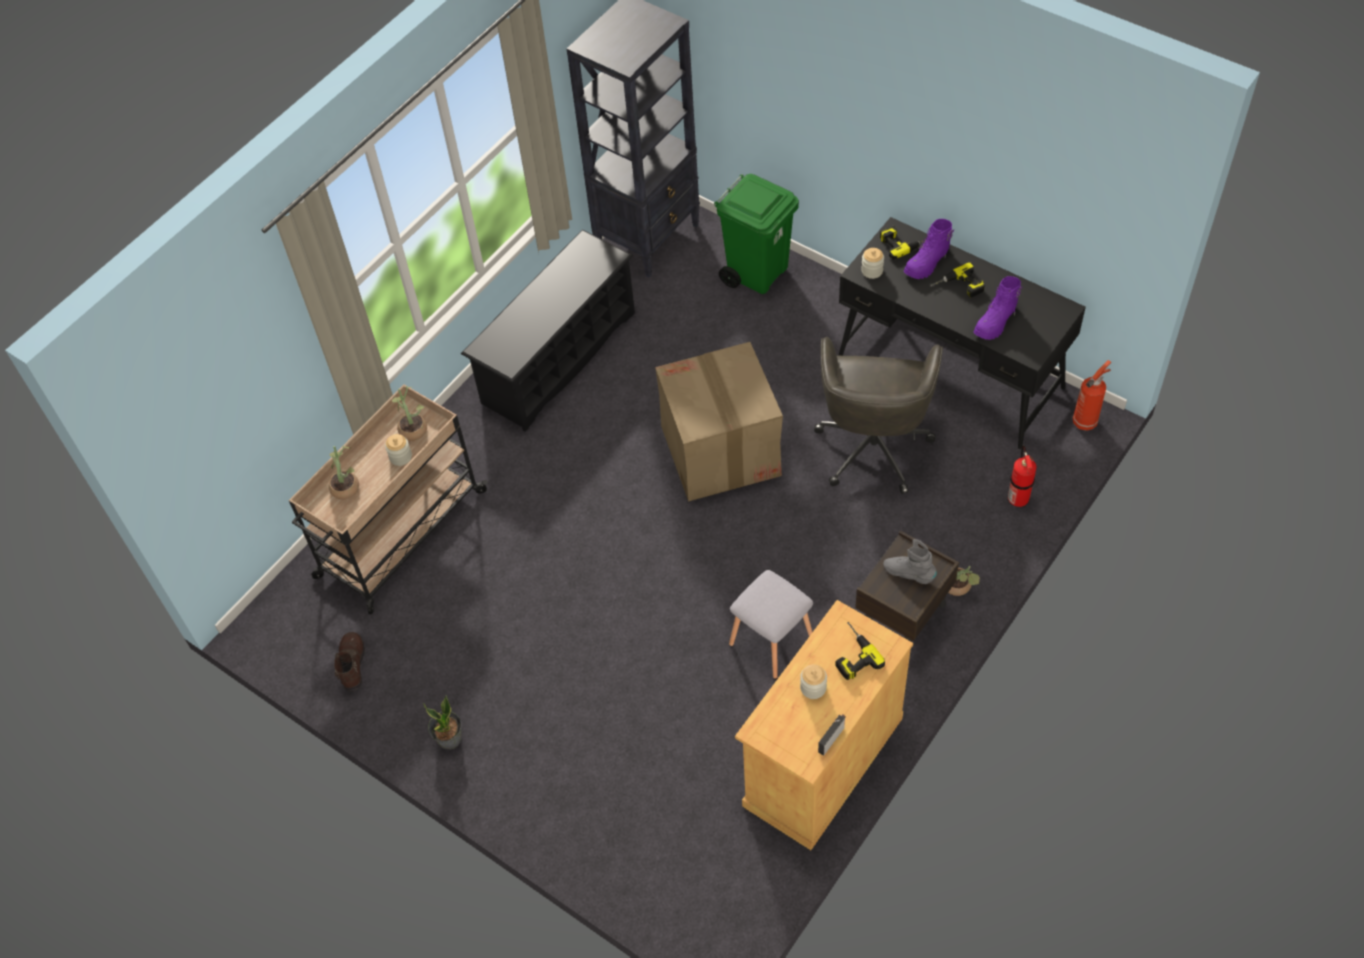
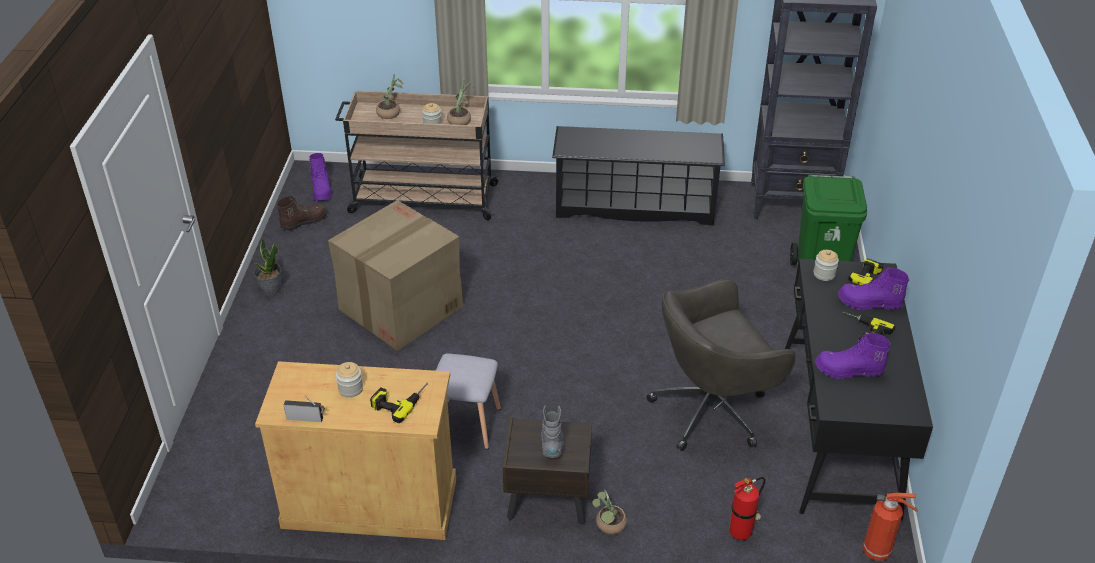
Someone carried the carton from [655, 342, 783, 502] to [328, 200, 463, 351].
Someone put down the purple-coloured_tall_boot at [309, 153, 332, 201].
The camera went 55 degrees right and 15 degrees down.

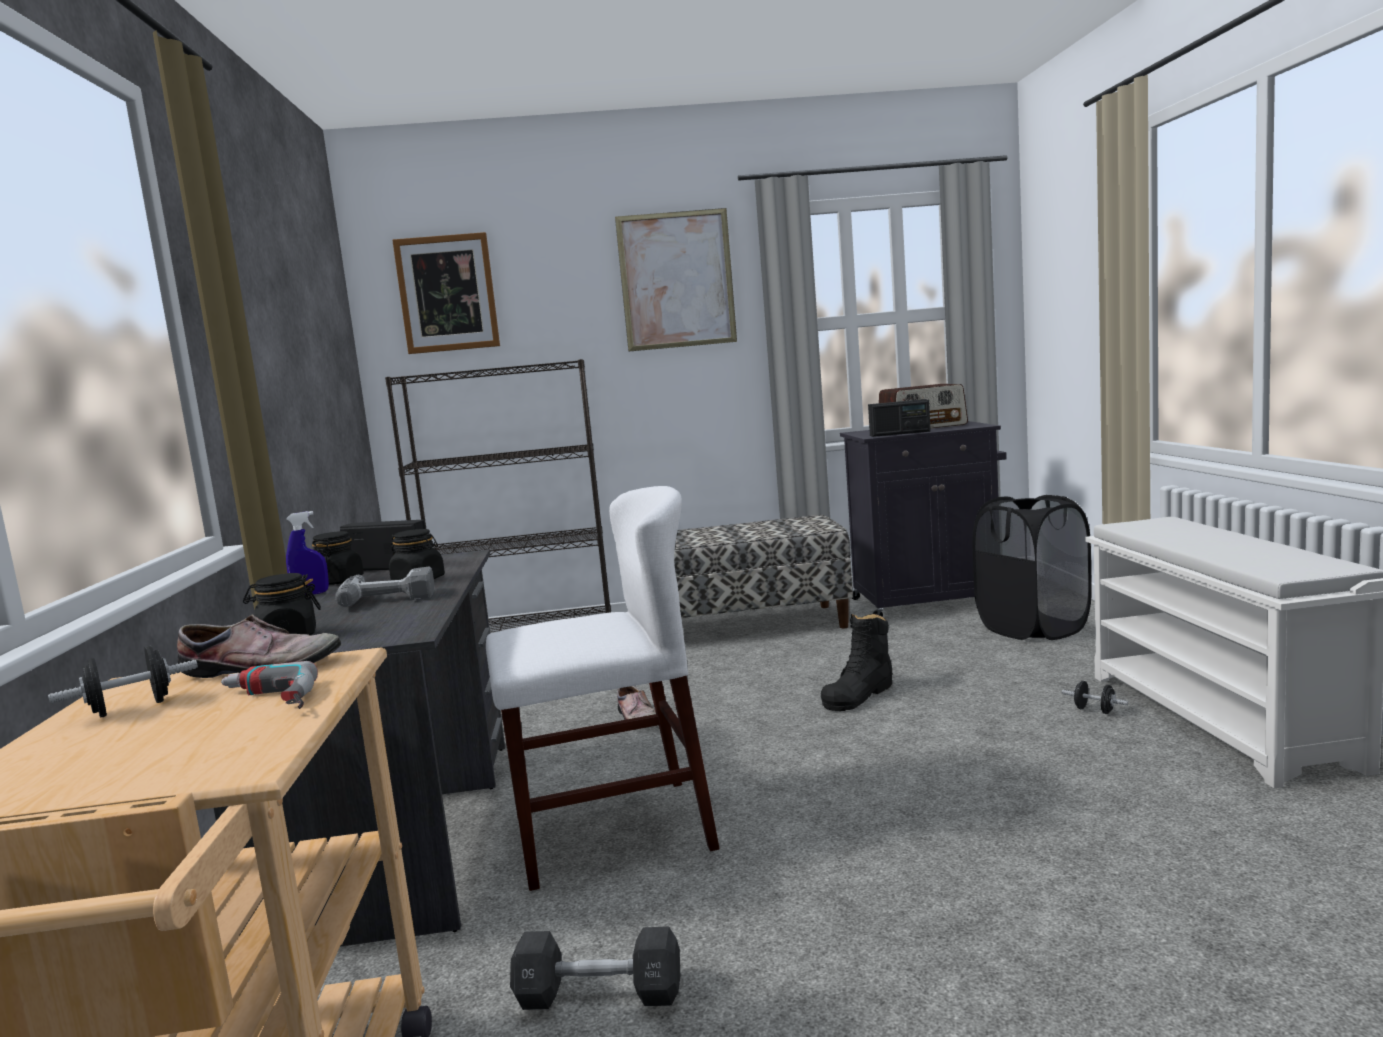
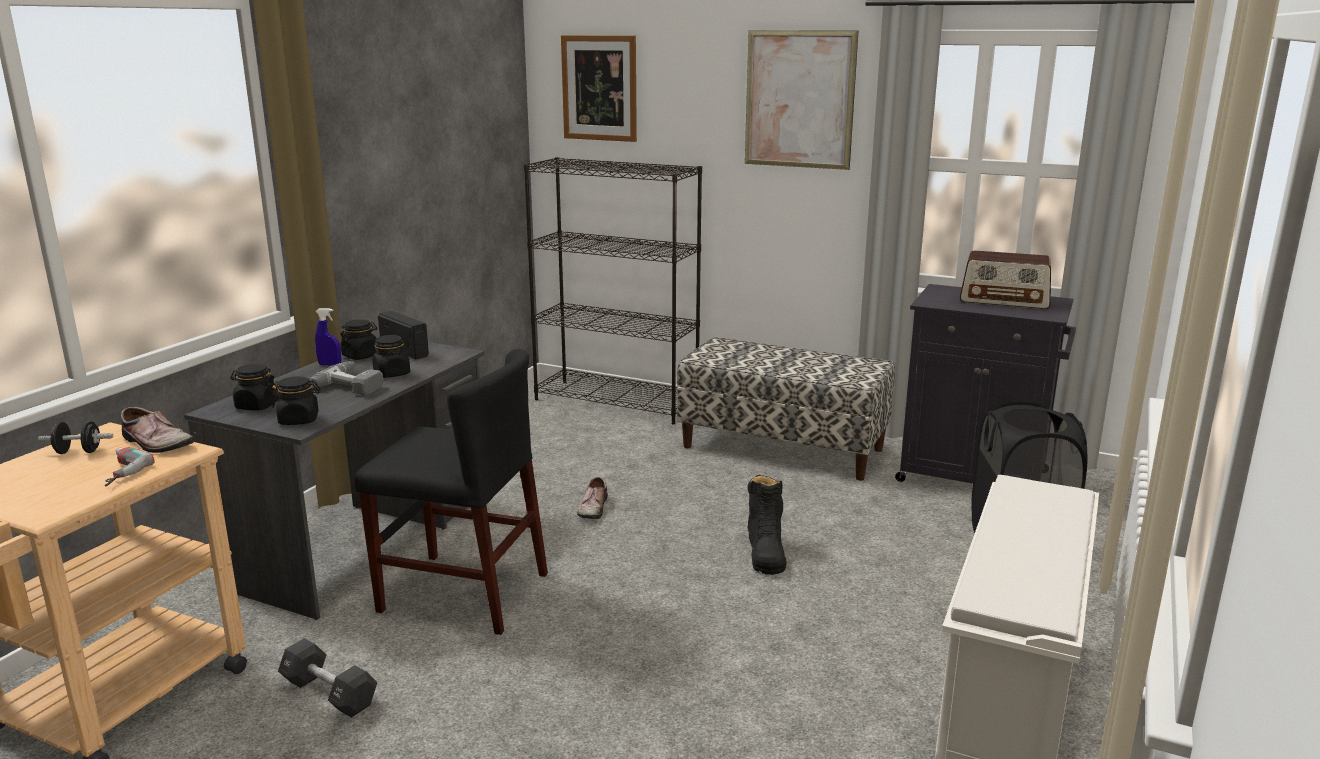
Someone took away the radio_set at [868, 399, 931, 437].
Someone repainted the whitish_chair at [486, 486, 720, 891], which became the black_chair at [354, 349, 548, 635].
Someone rotated the black_tall_boot at [821, 614, 893, 711] by 75 degrees counterclockwise.
Someone took away the black_free_weight at [1062, 681, 1128, 714].
Someone put down the black_preserve_jar at [272, 376, 321, 425].
The camera went 30 degrees right and 10 degrees up.

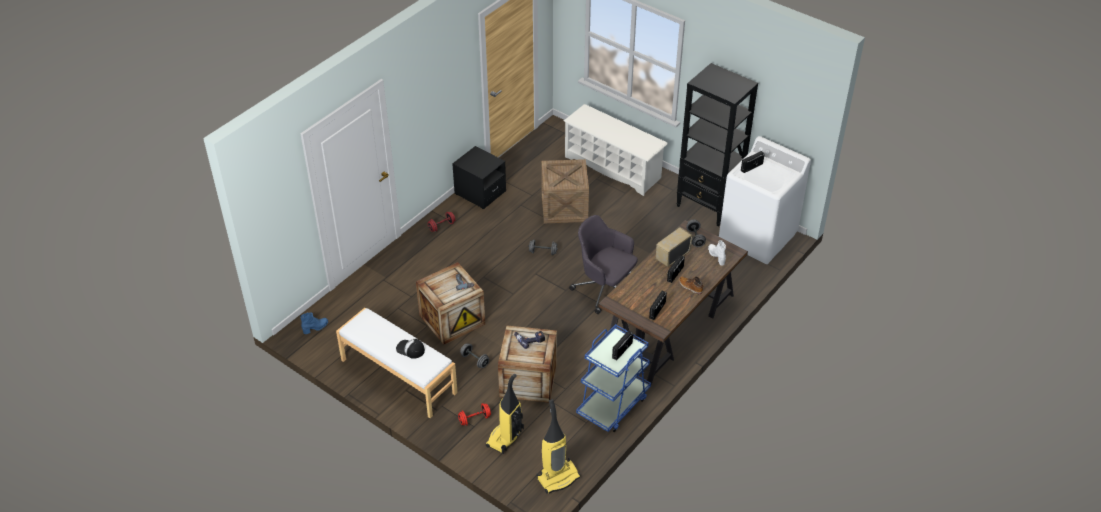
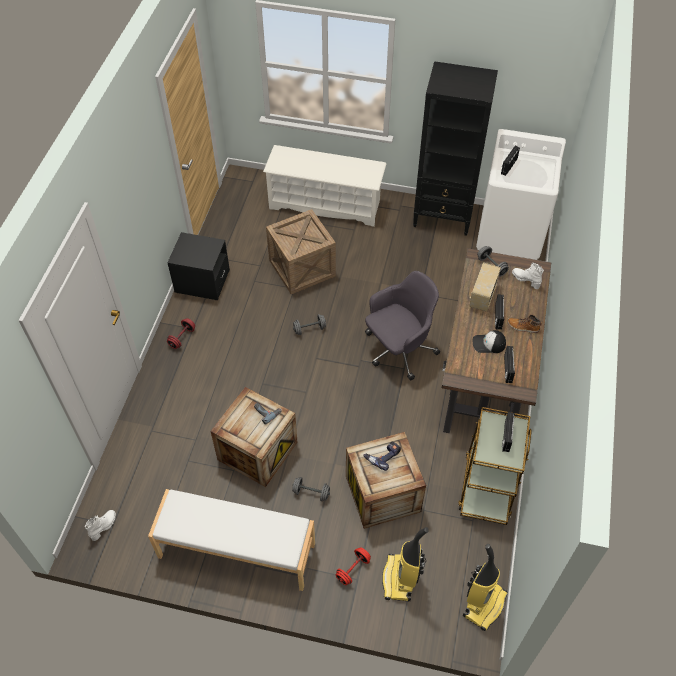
Someone rotated the grey_computer_chair at [569, 215, 638, 314] by 135 degrees clockwise.
Someone repainted the bluish_tall_boot at [300, 312, 328, 334], which became the whitish_tall_boot at [85, 510, 116, 541].
Someone repainted the bluish_cart at [576, 324, 651, 432], which became the brown_cart at [458, 407, 532, 525].
Someone carried the cap from [396, 339, 425, 359] to [473, 330, 506, 353].
The camera went 25 degrees left and 10 degrees up.

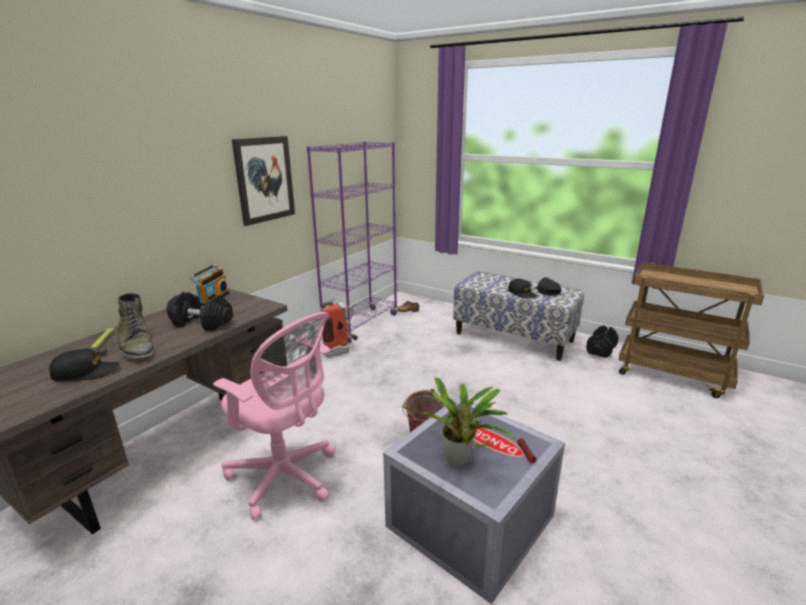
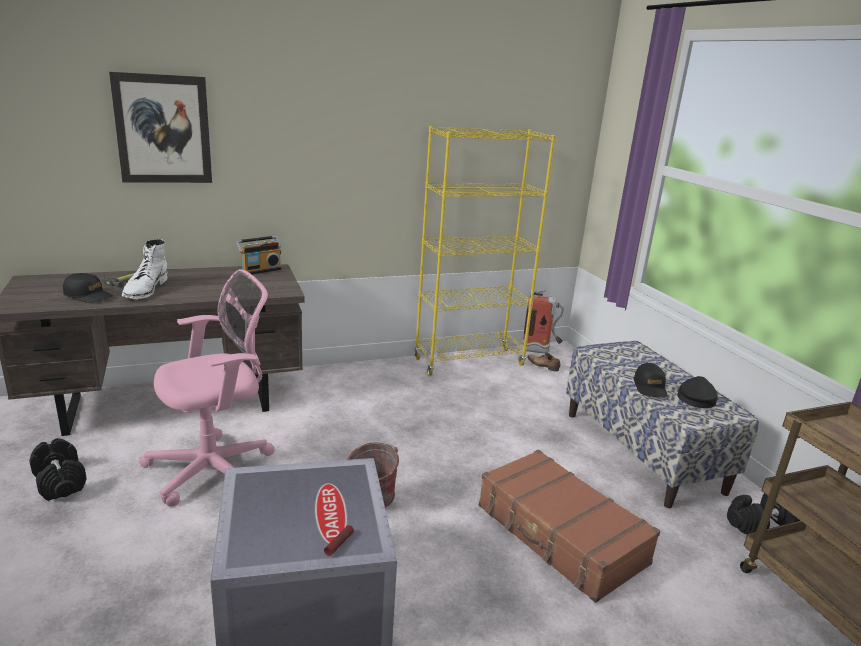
Someone carried the wall_art from [232, 136, 295, 226] to [109, 72, 212, 183].
Someone repainted the purple-coloured_shelving_unit at [307, 141, 398, 344], which became the yellowish_shelving_unit at [414, 126, 556, 376].
Someone carried the black_free_weight from [167, 292, 233, 331] to [29, 438, 87, 501].
Someone repainted the green_tall_boot at [118, 293, 155, 359], which became the whitish_tall_boot at [122, 239, 168, 299].
Someone carried the fire-fighting_cylinder from [320, 298, 358, 357] to [521, 290, 564, 354].
Someone rotated the pink_computer_chair at [213, 312, 335, 520] by 105 degrees counterclockwise.
Someone took away the houseplant at [402, 377, 515, 466].
Someone put down the brown_suitcase at [479, 450, 660, 603].
The camera went 35 degrees right and 0 degrees up.

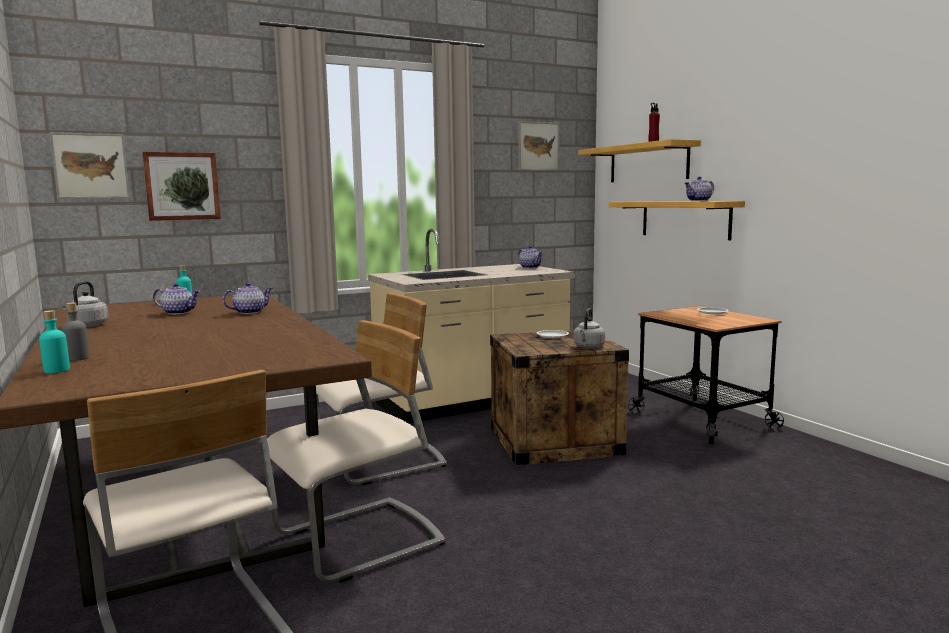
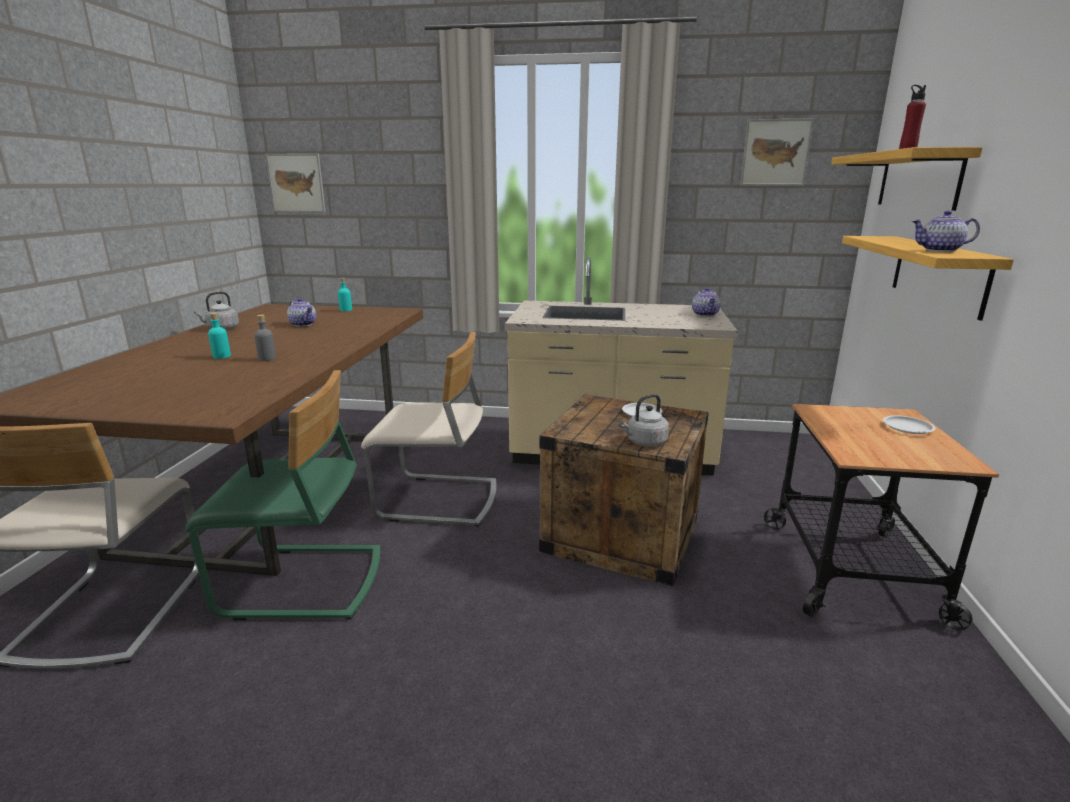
Someone took away the wall_art at [142, 152, 221, 221].
Someone took away the tea_pot at [223, 282, 273, 314].
Someone carried the grey_beverage_bottle from [62, 302, 89, 361] to [254, 315, 276, 361].
Someone carried the turquoise-coloured_beverage_bottle from [39, 310, 70, 373] to [208, 313, 231, 359].
Someone repainted the beige_chair at [267, 320, 446, 583], which became the green_chair at [185, 370, 380, 620].
The camera went 35 degrees right and 10 degrees up.

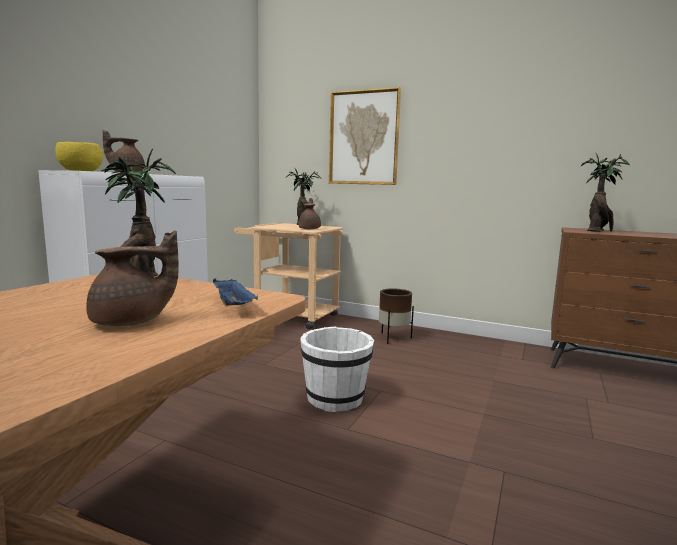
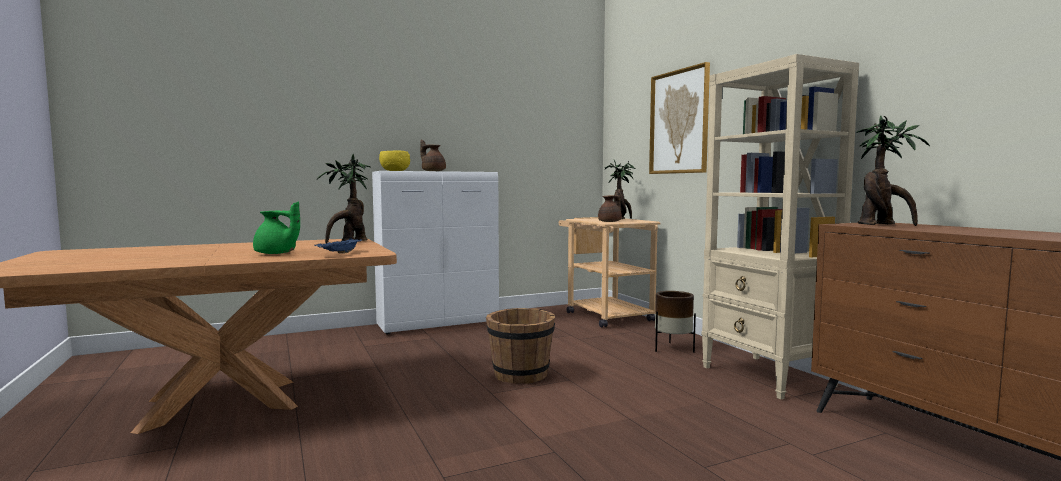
Someone repainted the brown_tea_pot at [86, 230, 178, 326], which became the green_tea_pot at [253, 202, 300, 254].
Someone repainted the whitish_water_bucket at [300, 326, 374, 412], which became the brown_water_bucket at [486, 308, 555, 384].
Someone put down the beige_shelving_unit at [701, 54, 859, 399].
The camera went 40 degrees right and 5 degrees down.

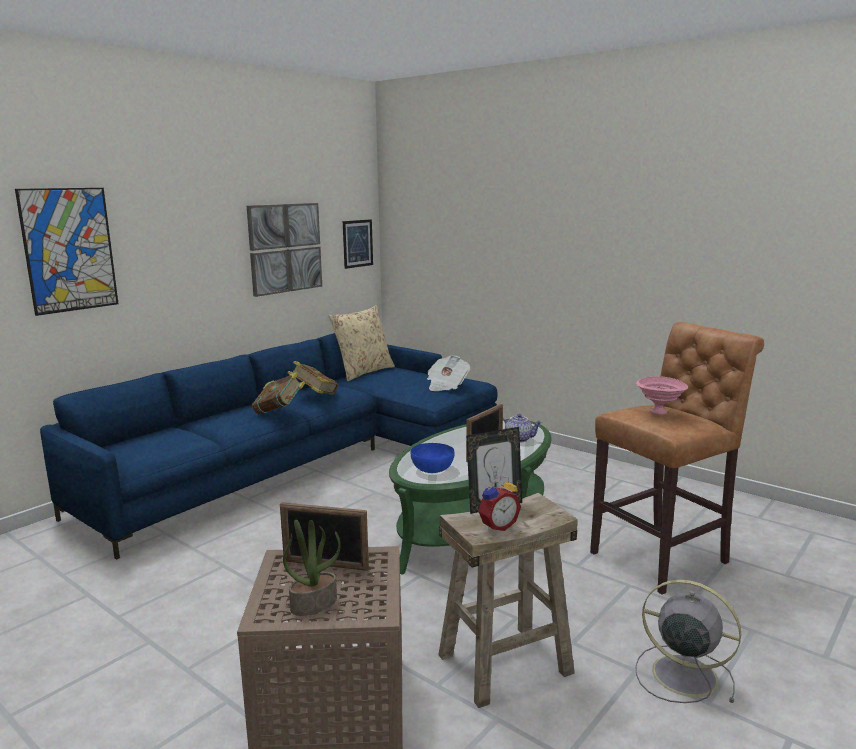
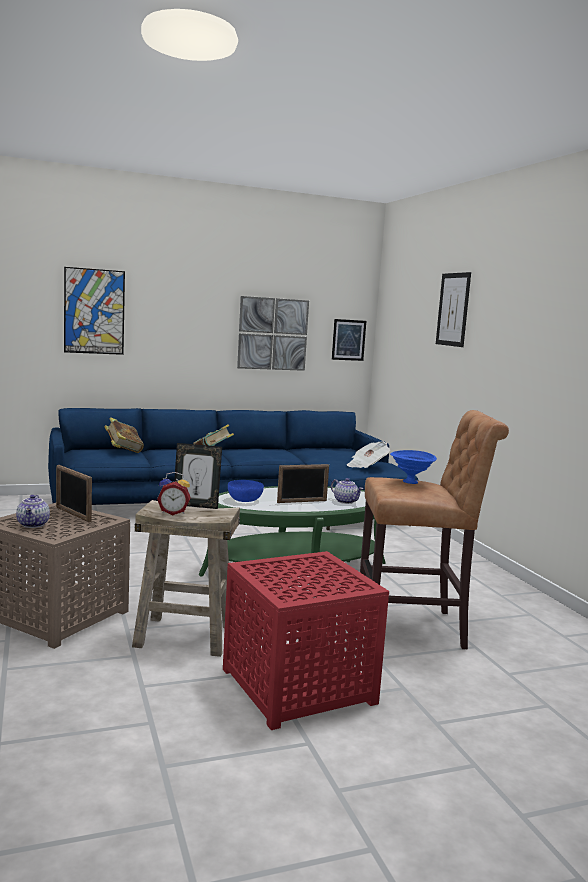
Someone took away the beige_cushion at [328, 305, 395, 381].
Someone carried the volume from [287, 361, 339, 395] to [104, 417, 144, 453].
Someone repainted the pink_serving_bowl at [636, 376, 688, 415], which became the bluish_serving_bowl at [390, 450, 437, 484].
Someone swapped the houseplant at [283, 519, 340, 616] for the tea_pot at [16, 495, 50, 528].
Someone swapped the grey_fan at [635, 579, 741, 703] for the red-coloured_end_table at [223, 551, 389, 730].
Someone put up the wall_art at [436, 272, 471, 347].
The camera went 30 degrees right and 5 degrees down.

